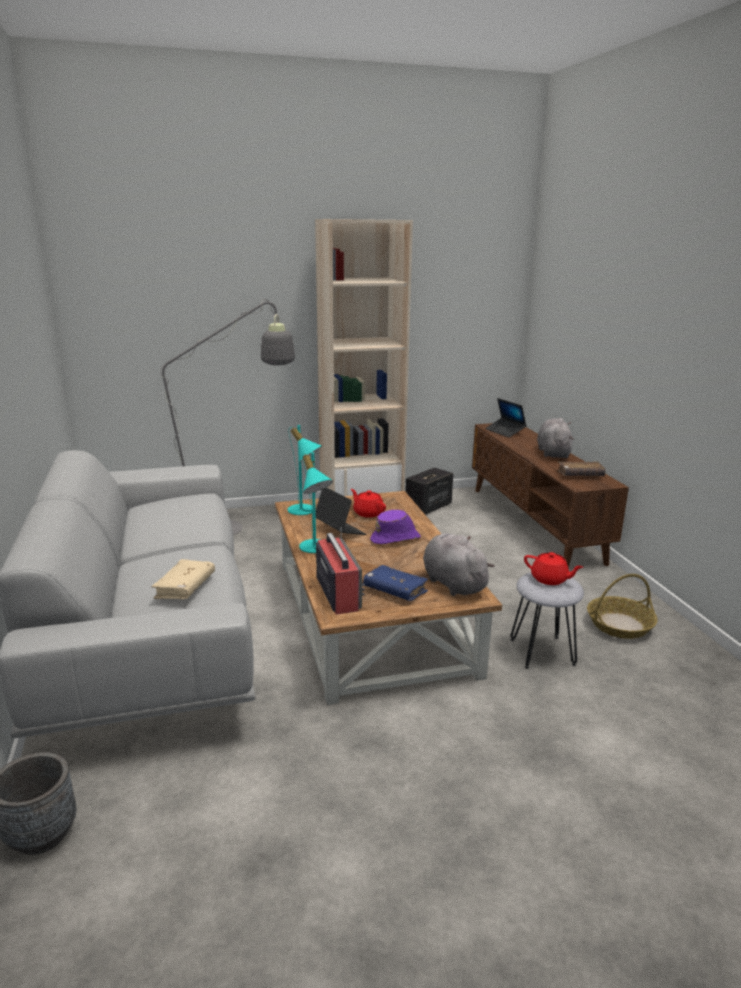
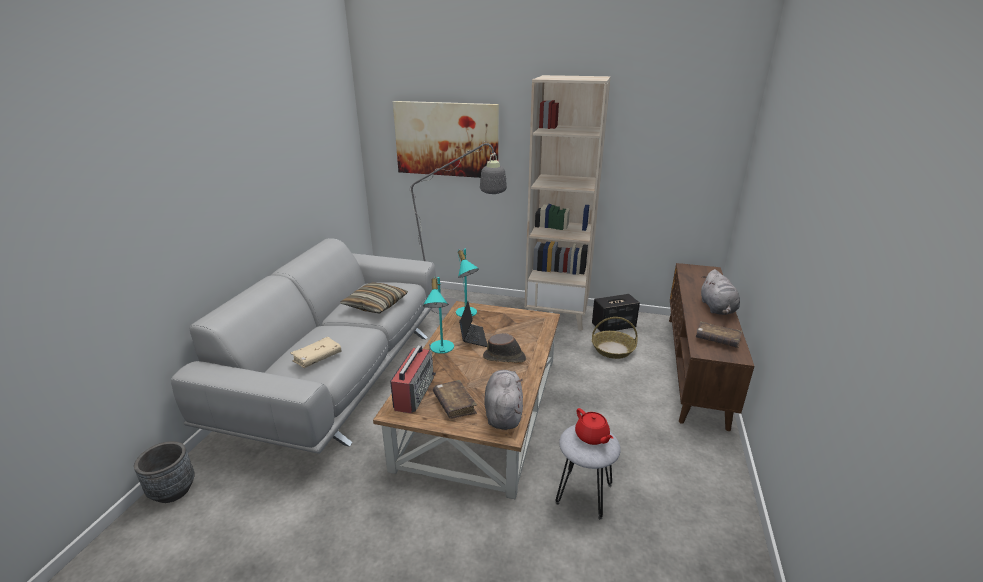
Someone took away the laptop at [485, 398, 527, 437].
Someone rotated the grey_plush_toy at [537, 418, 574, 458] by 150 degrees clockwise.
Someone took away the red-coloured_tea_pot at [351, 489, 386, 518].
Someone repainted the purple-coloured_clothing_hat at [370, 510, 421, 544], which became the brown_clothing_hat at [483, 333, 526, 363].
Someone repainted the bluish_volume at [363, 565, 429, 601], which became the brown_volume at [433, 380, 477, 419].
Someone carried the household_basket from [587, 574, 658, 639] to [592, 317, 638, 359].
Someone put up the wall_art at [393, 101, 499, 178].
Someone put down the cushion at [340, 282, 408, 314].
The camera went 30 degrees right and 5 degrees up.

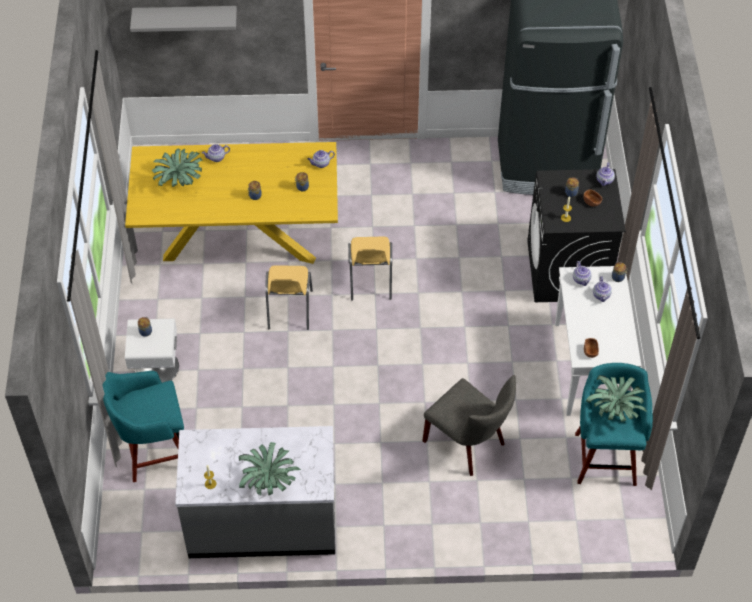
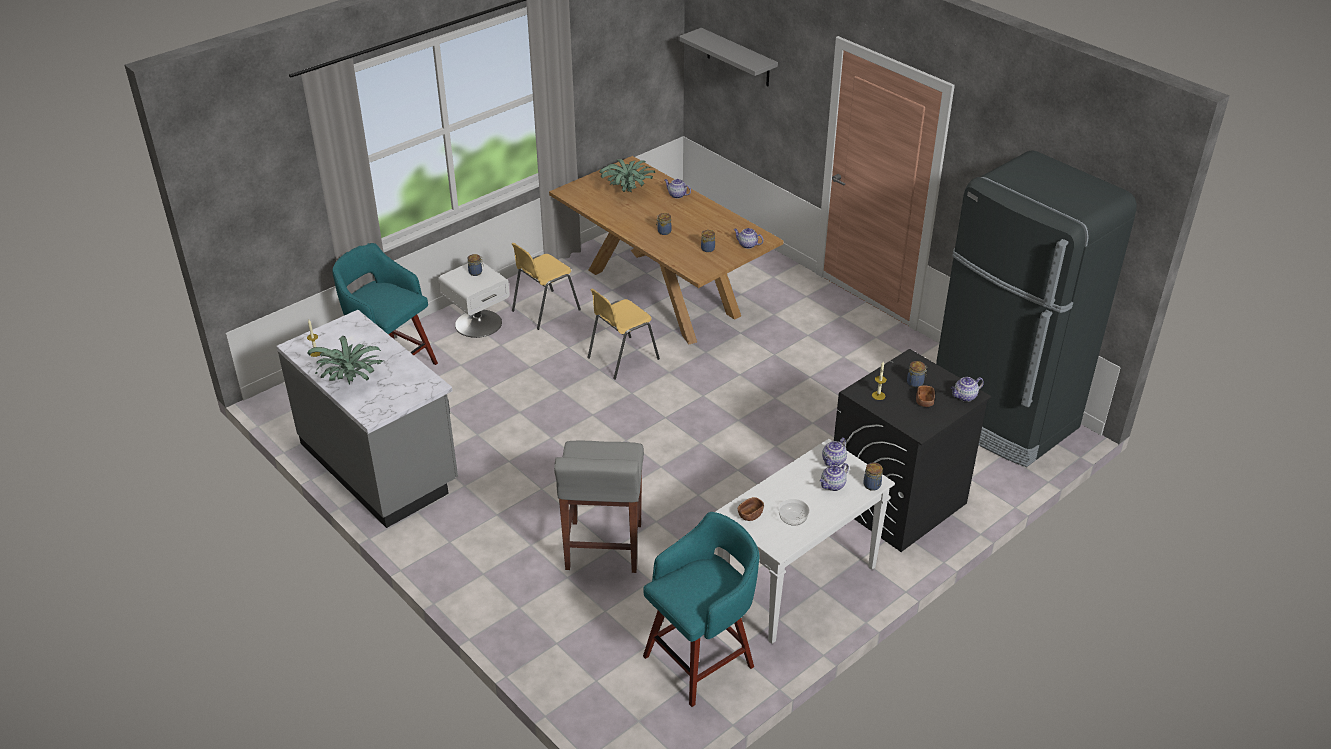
Someone repainted the yellowish_kitchen_table at [125, 142, 338, 264], which became the brown_kitchen_table at [549, 156, 784, 344].
Someone carried the yellowish_chair from [348, 236, 392, 301] to [512, 243, 581, 330].
Someone swapped the grey_chair at [422, 375, 516, 476] for the grey_stool at [554, 441, 644, 573].
Someone took away the houseplant at [586, 375, 647, 422].
Someone put down the serving_bowl at [778, 499, 810, 526].
The camera went 50 degrees right and 15 degrees down.

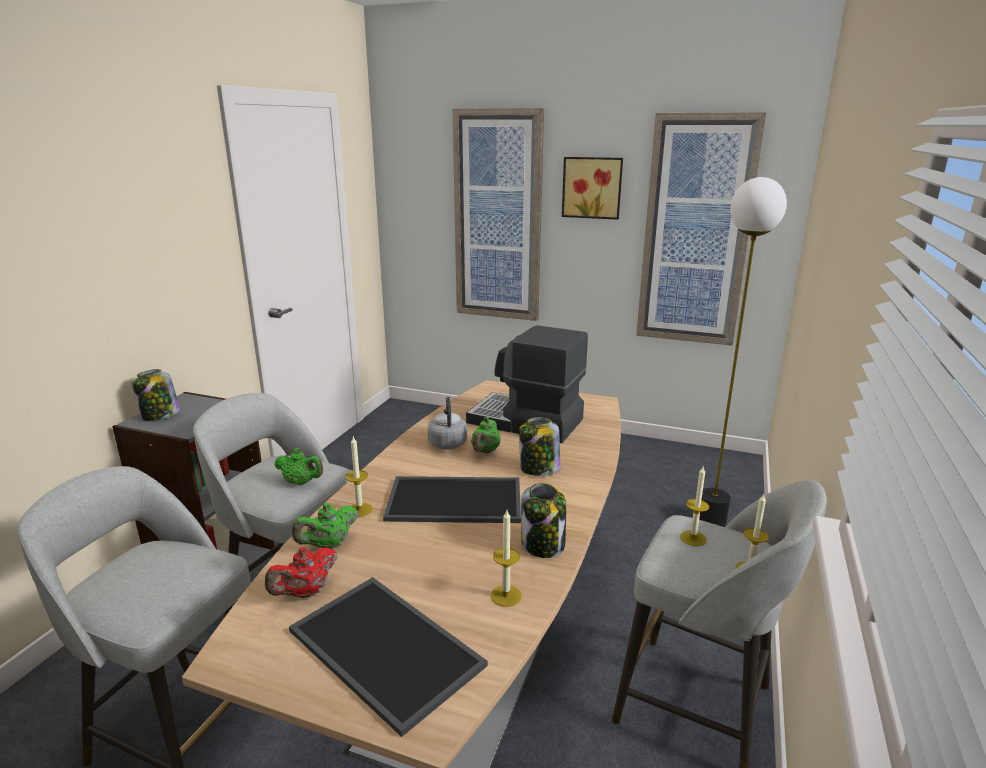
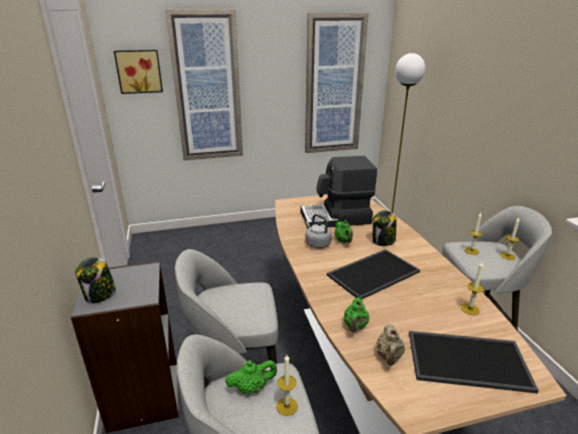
Someone carried the wall_art from [562, 157, 623, 220] to [114, 50, 163, 94].
Someone carried the wax_candle from [346, 437, 373, 517] to [276, 355, 298, 416].
Someone carried the green_tea_pot from [274, 448, 323, 485] to [225, 360, 277, 394].
Someone took away the preserve_jar at [521, 483, 566, 558].
Someone repainted the red-coloured_tea_pot at [265, 547, 337, 598], which became the beige_tea_pot at [377, 325, 405, 365].
The camera went 35 degrees left and 5 degrees up.

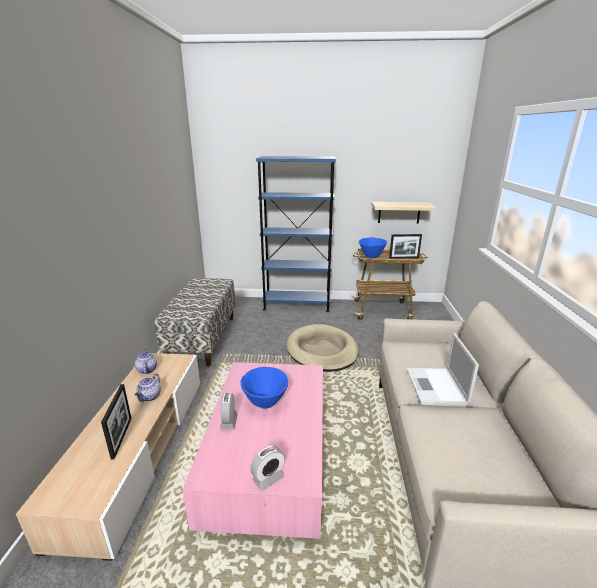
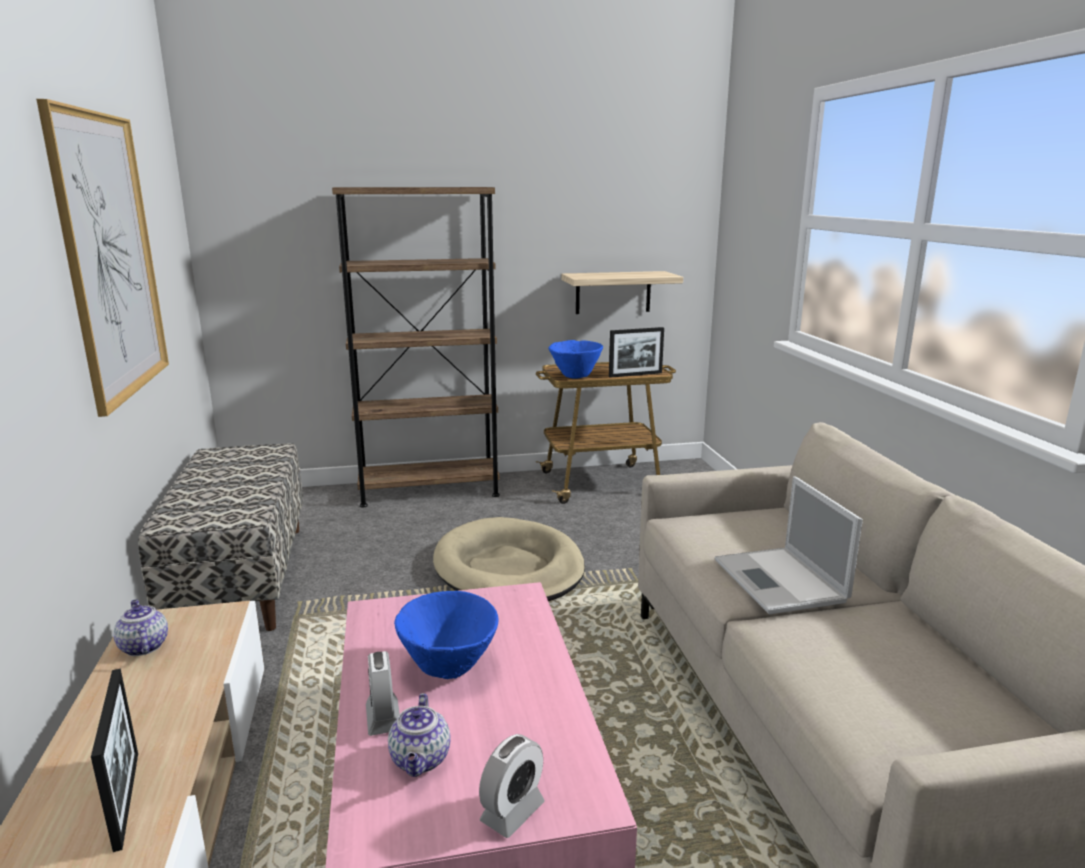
Someone repainted the bluish_shelving_unit at [256, 156, 336, 312], which became the brown_shelving_unit at [332, 187, 500, 507].
Someone carried the tea_pot from [135, 373, 161, 402] to [388, 693, 451, 777].
Someone put up the wall_art at [36, 99, 169, 417].
The camera went 15 degrees left and 5 degrees down.

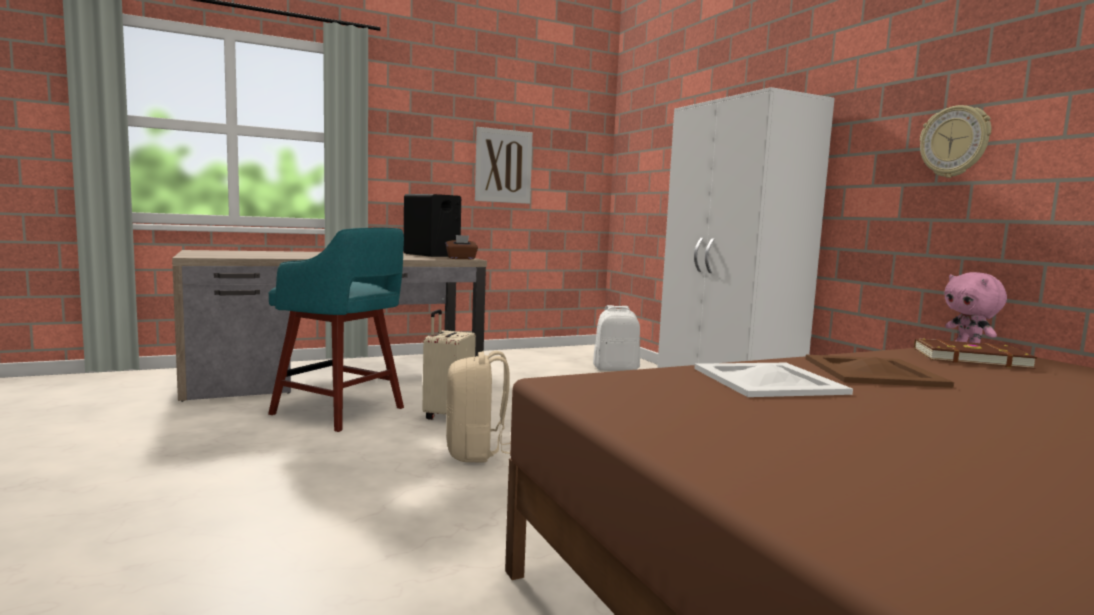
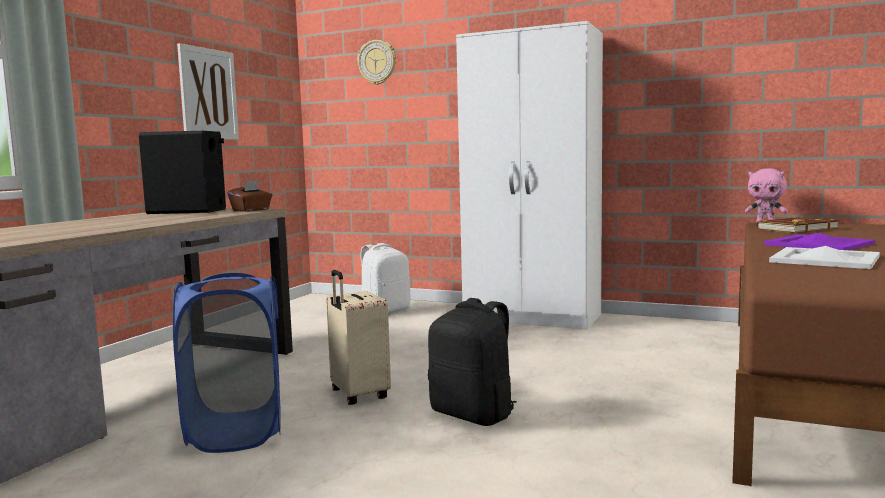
Someone carried the wall_clock from [920, 105, 991, 178] to [357, 40, 396, 85].
Someone swapped the turquoise-coloured_stool at [268, 228, 404, 432] for the bluish_laundry_basket at [173, 273, 281, 453].
Someone repainted the beige_rucksack at [446, 351, 511, 462], which became the black_rucksack at [428, 298, 517, 426].
Someone repainted the brown_carrying_tray at [806, 355, 954, 388], which became the purple-coloured_carrying_tray at [764, 233, 875, 250].
The camera went 40 degrees left and 0 degrees up.

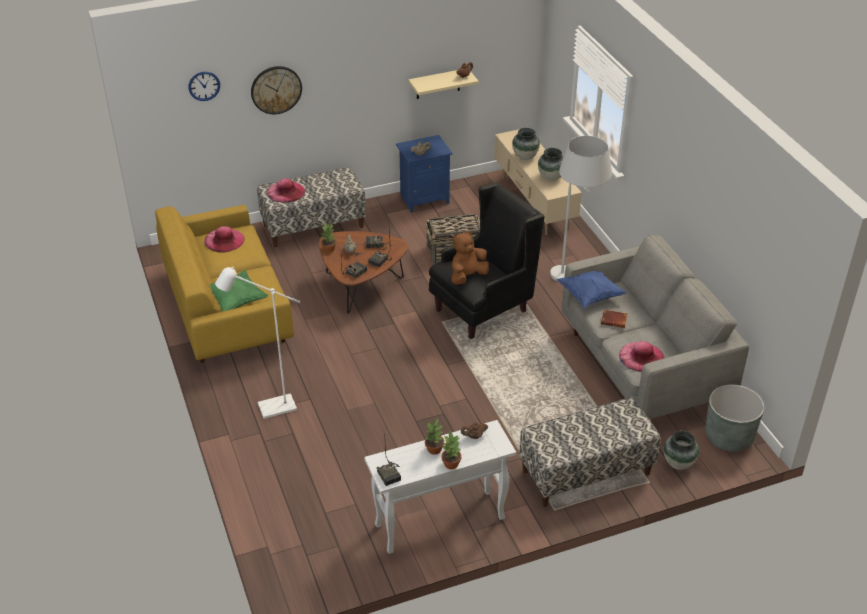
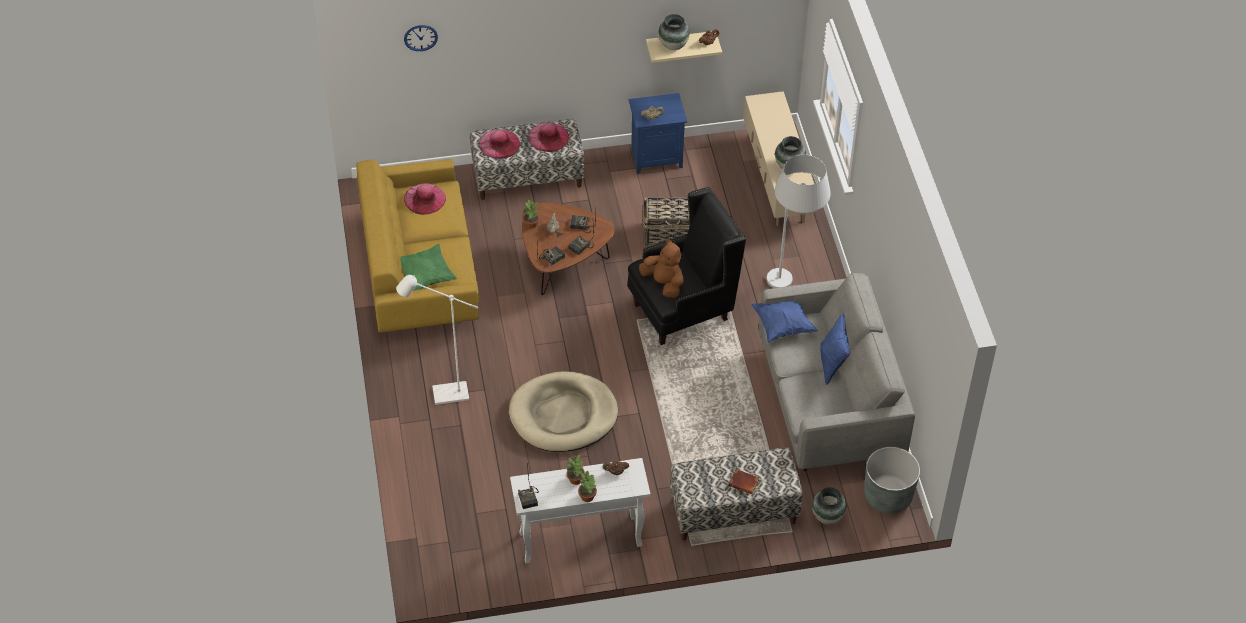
Someone took away the wall_clock at [251, 66, 302, 114].
Someone carried the flower_vase from [512, 128, 540, 160] to [658, 14, 690, 50].
Someone rotated the brown_plush_toy at [451, 231, 489, 285] by 75 degrees clockwise.
Someone carried the brown_volume from [601, 310, 627, 328] to [728, 469, 759, 494].
Someone carried the pink_clothing_hat from [619, 341, 664, 372] to [528, 123, 569, 152].
Someone put down the bluish_cushion at [820, 313, 850, 385].
Someone put down the beige_dog_cushion at [509, 371, 618, 452].
The camera went 10 degrees right and 10 degrees up.

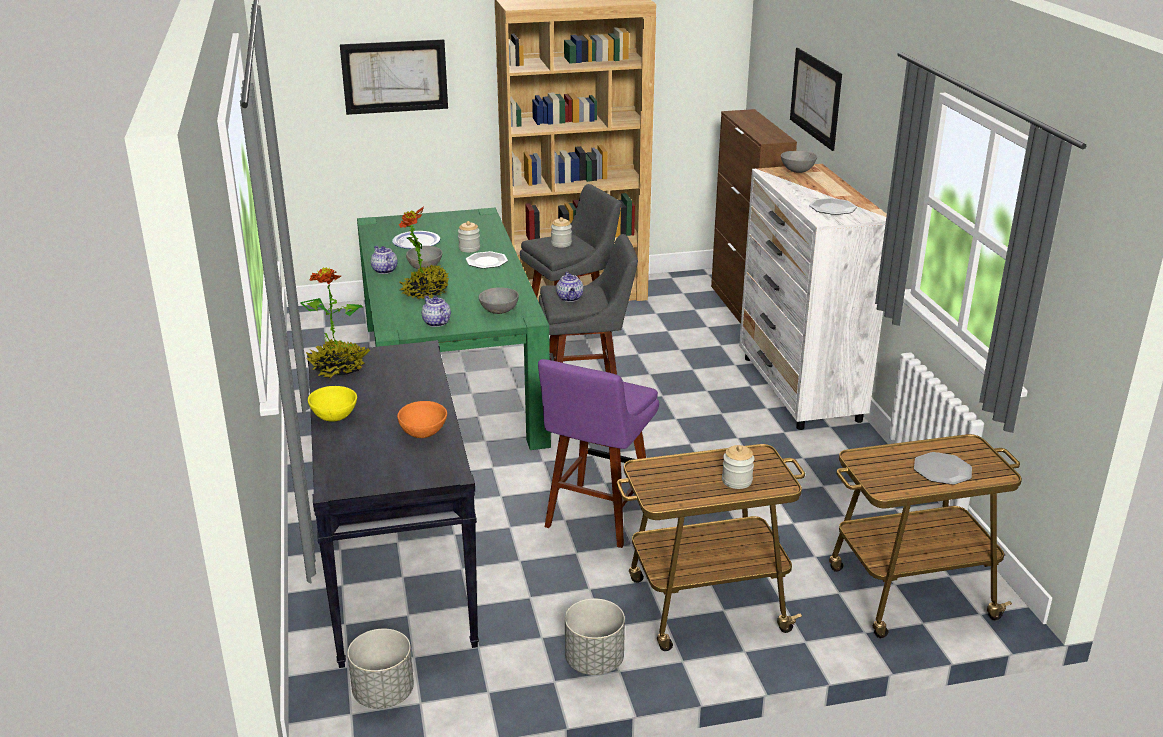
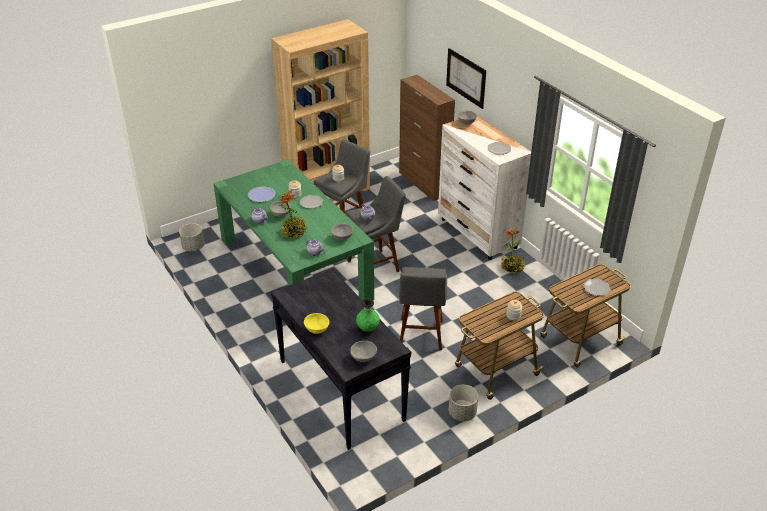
Someone took away the wall_art at [340, 39, 448, 115].
Someone carried the houseplant from [300, 267, 370, 378] to [501, 228, 526, 274].
Someone repainted the purple-coloured_stool at [538, 359, 659, 548], which became the grey_stool at [399, 267, 447, 350].
Someone swapped the orangey_serving_bowl at [397, 401, 447, 438] for the green_flower_vase at [356, 298, 380, 332].
Someone carried the grey_planter from [348, 629, 414, 709] to [179, 223, 205, 251].
Someone put down the grey_serving_bowl at [350, 341, 377, 362].
The camera went 20 degrees left and 10 degrees up.

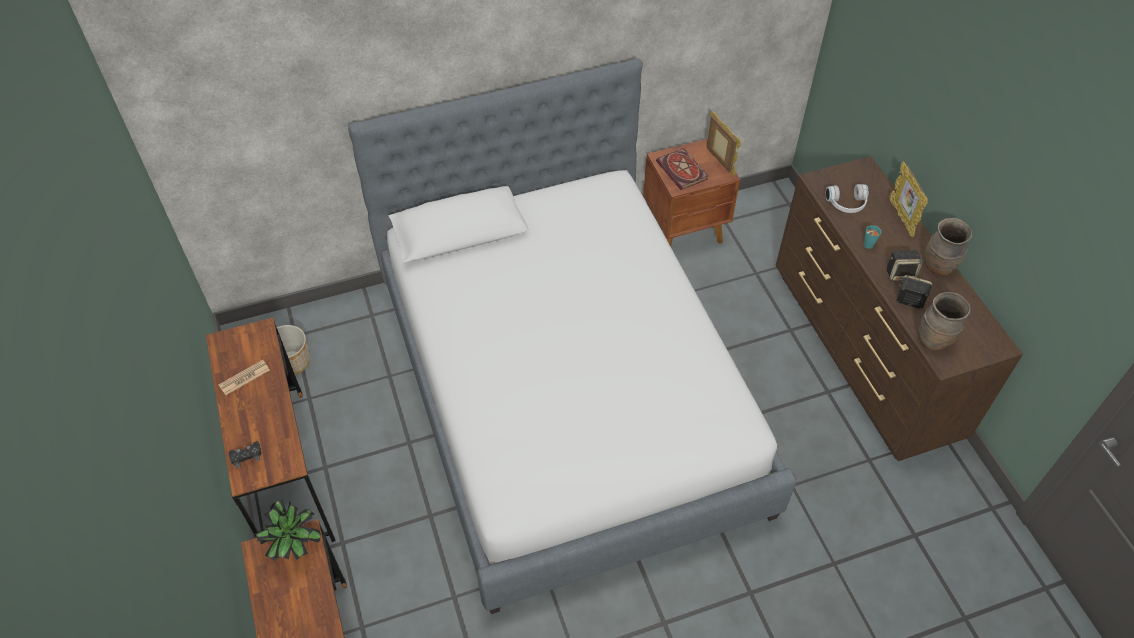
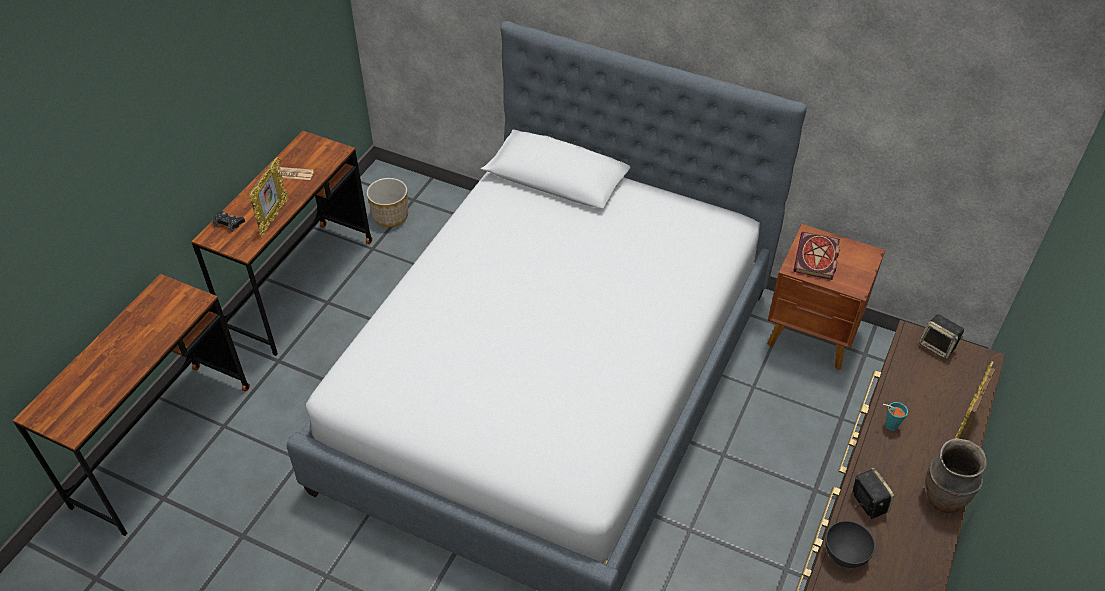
Someone carried the photo_frame from [706, 111, 741, 176] to [249, 157, 288, 237].
Someone took away the whitish_pair_of_headphones at [826, 184, 868, 213].
Someone carried the audio_speaker from [887, 250, 923, 281] to [919, 314, 964, 359].
Someone swapped the brown_flower_vase at [919, 292, 971, 350] for the grey_serving_bowl at [825, 521, 875, 568].
Someone took away the houseplant at [255, 499, 321, 561].
The camera went 45 degrees right and 5 degrees down.

